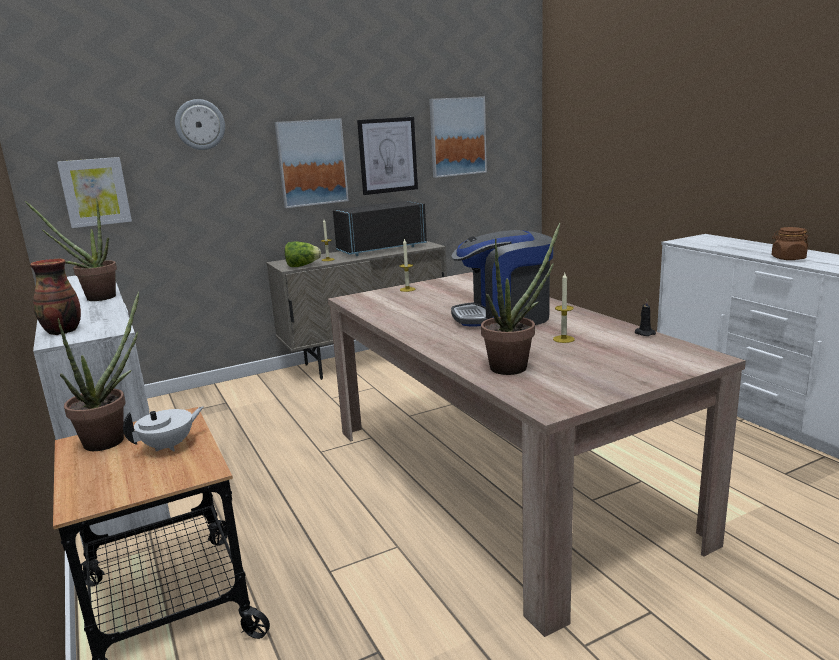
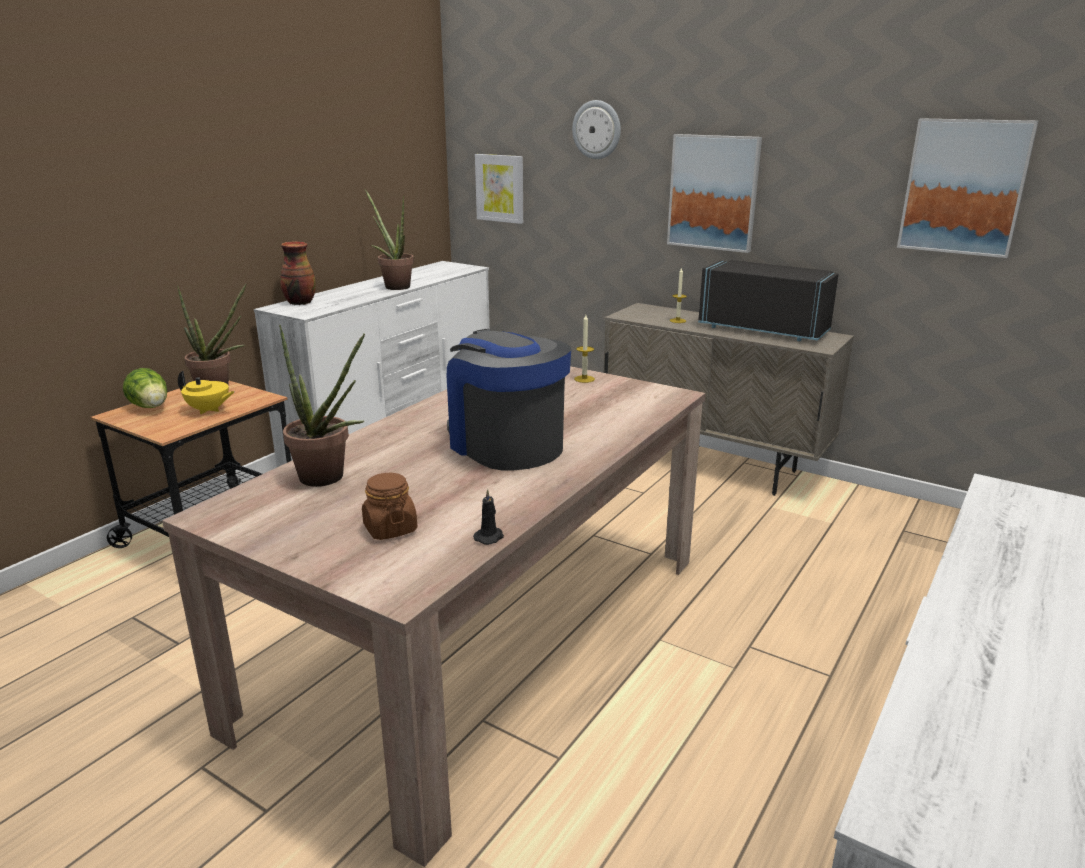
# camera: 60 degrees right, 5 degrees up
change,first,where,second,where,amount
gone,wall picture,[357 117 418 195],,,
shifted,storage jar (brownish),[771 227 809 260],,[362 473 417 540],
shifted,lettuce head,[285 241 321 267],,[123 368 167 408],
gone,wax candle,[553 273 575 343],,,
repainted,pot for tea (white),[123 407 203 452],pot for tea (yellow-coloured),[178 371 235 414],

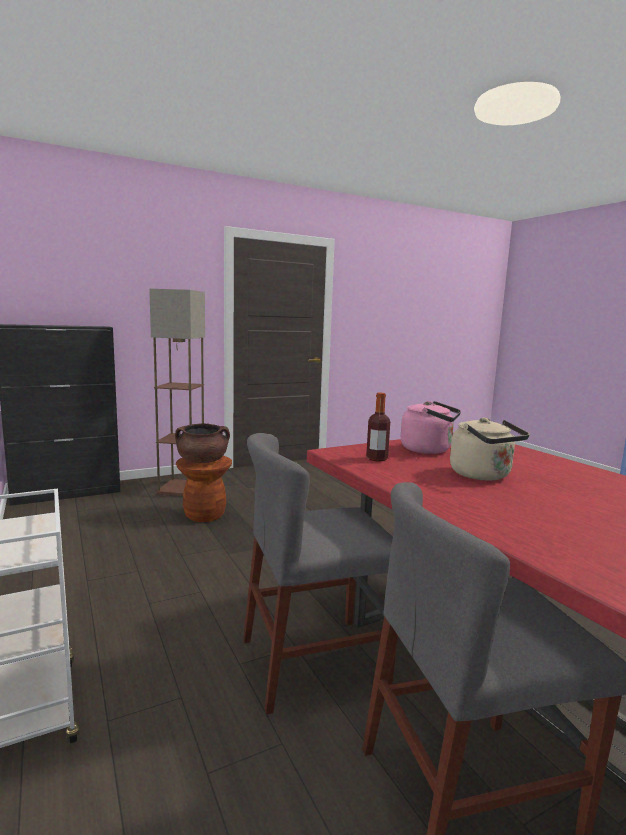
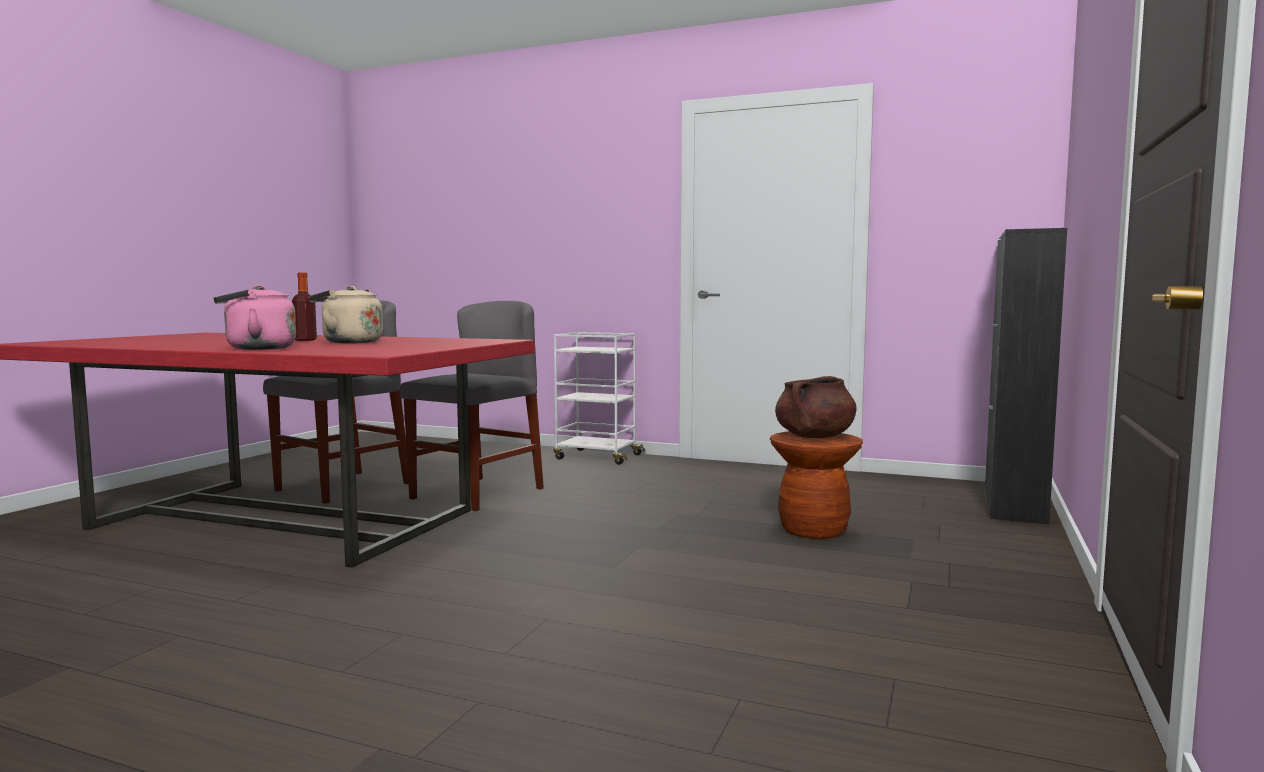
# camera: 140 degrees right, 5 degrees down
change,first,where,second,where,amount
gone,standing lamp,[149 289 205 496],,,
shifted,bottle,[366 393 390 461],,[292 273 317 341],
shifted,tea kettle (pink),[401 401 461 454],,[214 285 296 350],

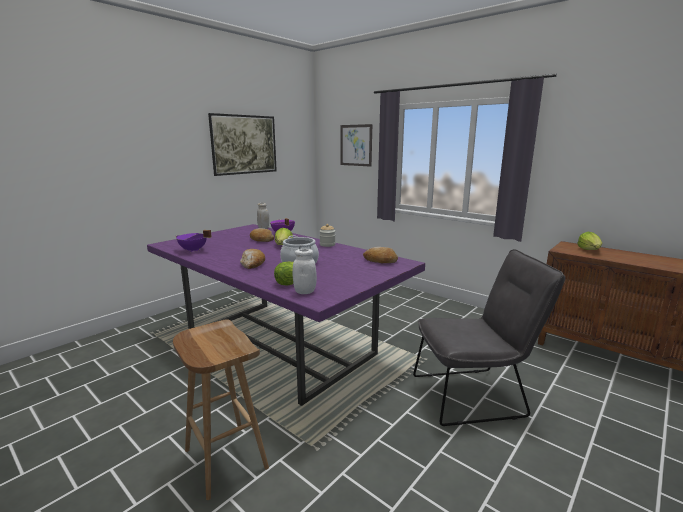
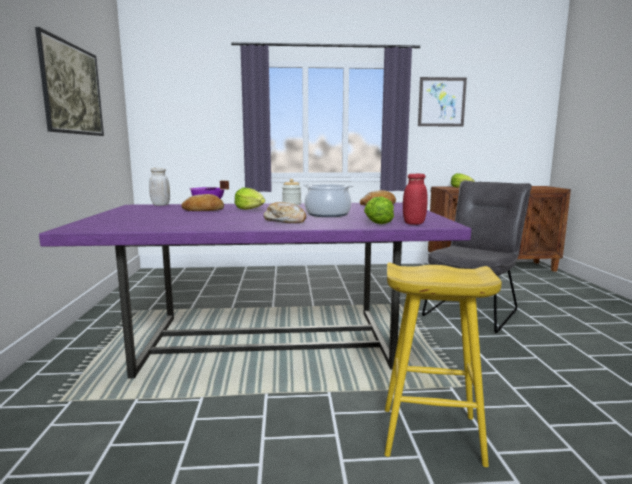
# camera: 45 degrees left, 5 degrees down
change,first,where,second,where,amount
shifted,wall picture,[341 124 372 167],,[418 77 467 126],
gone,stockpot (purplish),[175 230 212 252],,,
repainted,storage jar (white),[293 249 317 294],storage jar (red-coloured),[403 174 427 225],
repainted,sitting stool (brownish),[173 319 269 500],sitting stool (yellow-coloured),[384 262 502 467],

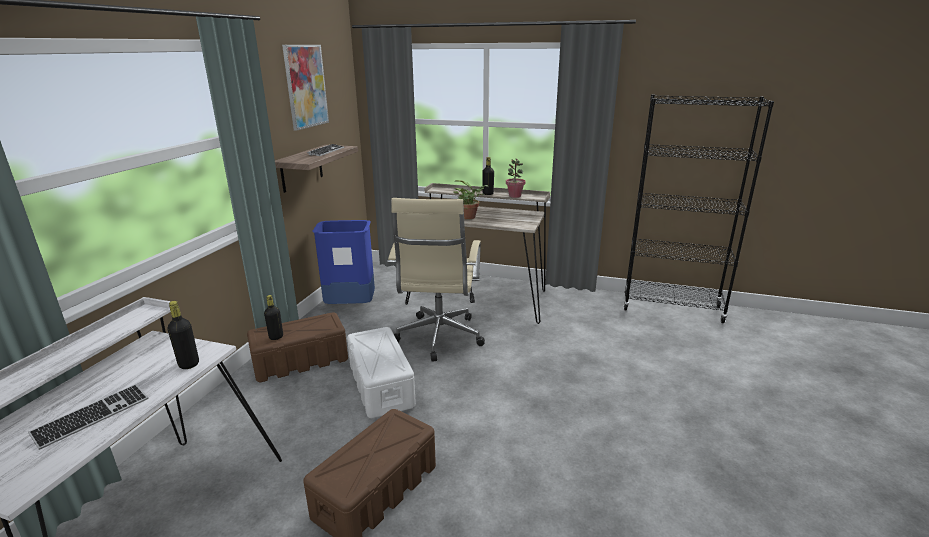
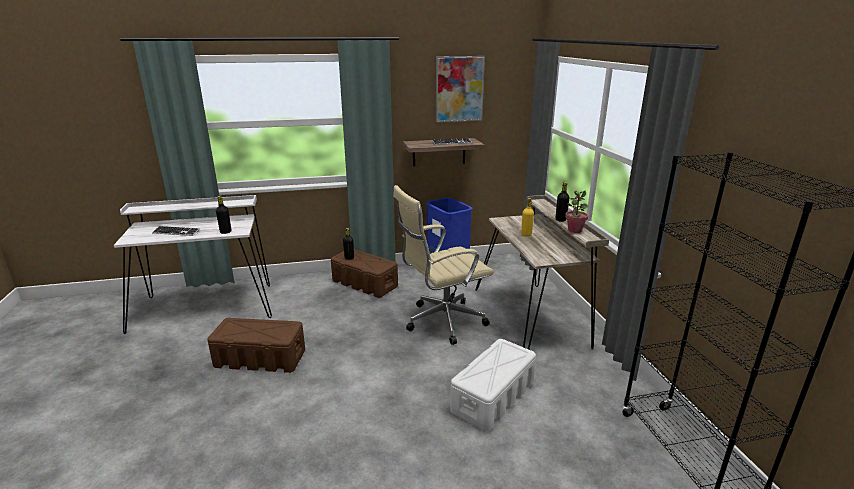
# camera: 60 degrees right, 0 degrees up
change,first,where,second,where,amount
swapped,houseplant,[453 180 488 219],bottle (yellow-coloured),[521 198 534 237],
shifted,storage container (white),[347 327 416 418],,[450 339 536 431],

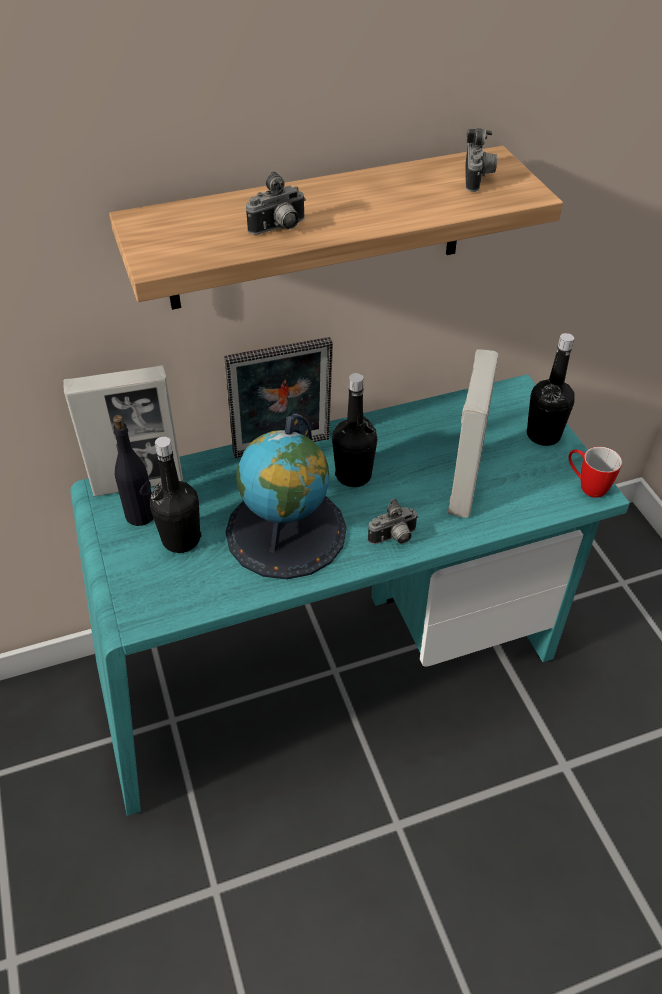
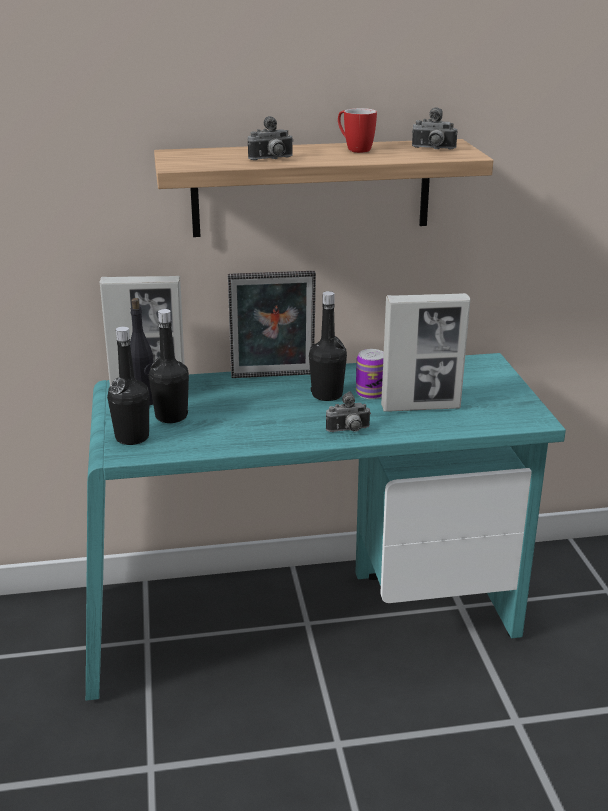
# camera: 10 degrees right, 20 degrees down
change,first,where,second,where,amount
rotated,still camera,[465 128 497 192],,[412 108 457 150],90 degrees clockwise
shifted,bottle (black-coloured),[527 333 575 446],,[107 327 150 445],
rotated,photo frame,[448 349 499 518],,[381 293 470 412],60 degrees clockwise
gone,desk globe,[225 414 347 579],,,
shifted,coffee mug,[568 447 622 498],,[338 108 377 153],
new,,,sealed can,[356 349 384 399],

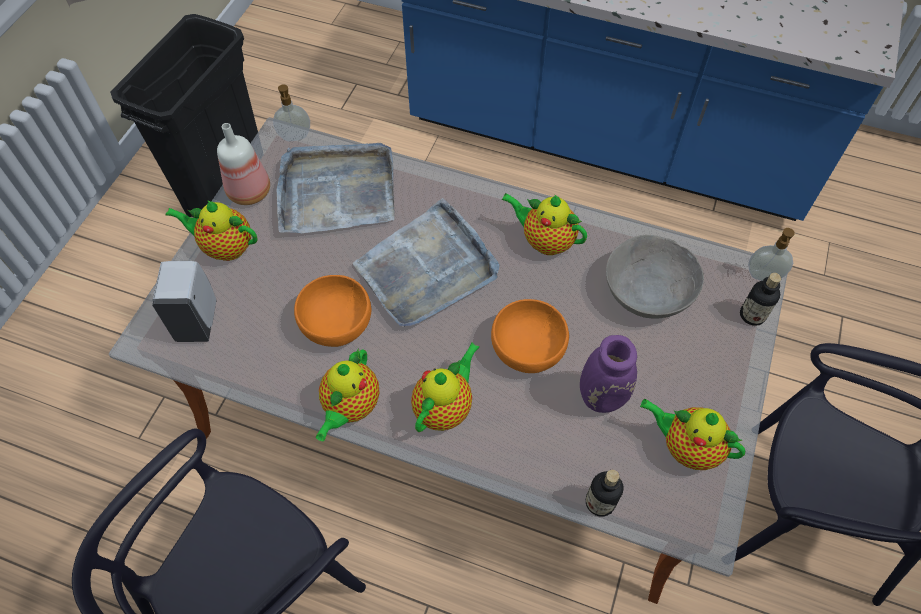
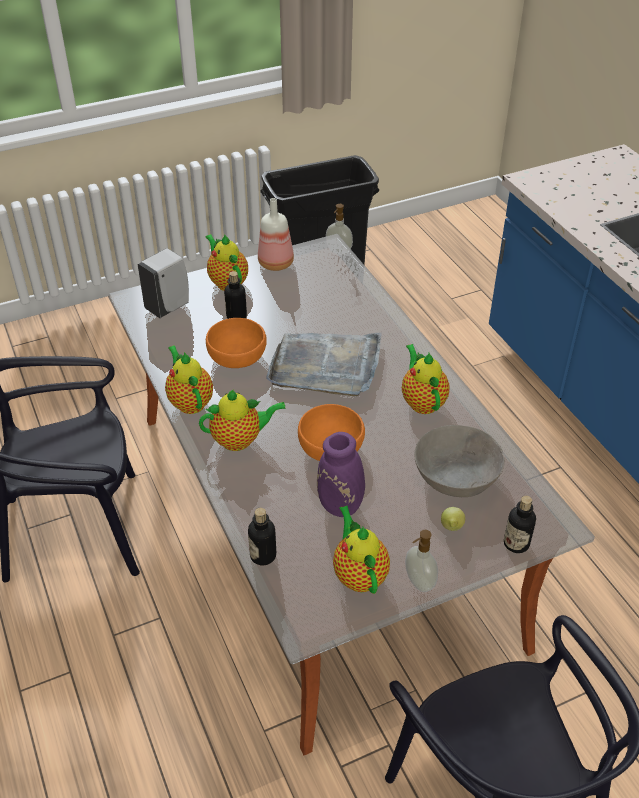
# camera: 45 degrees right, 15 degrees down
change,first,where,second,where,amount
gone,tray (gray),[277 143 395 233],,,
shifted,soap dispenser,[748 228 795 281],,[405 530 438 592],
rotated,pot for tea,[316 348 379 441],,[165 345 213 414],90 degrees clockwise
new,,,bottle,[224 271 247 319],
new,,,whole lemon,[441 507 465 531],

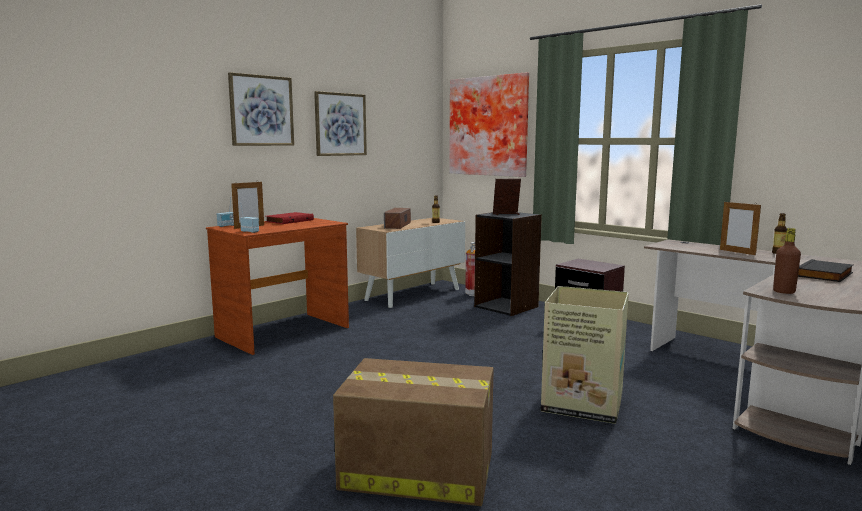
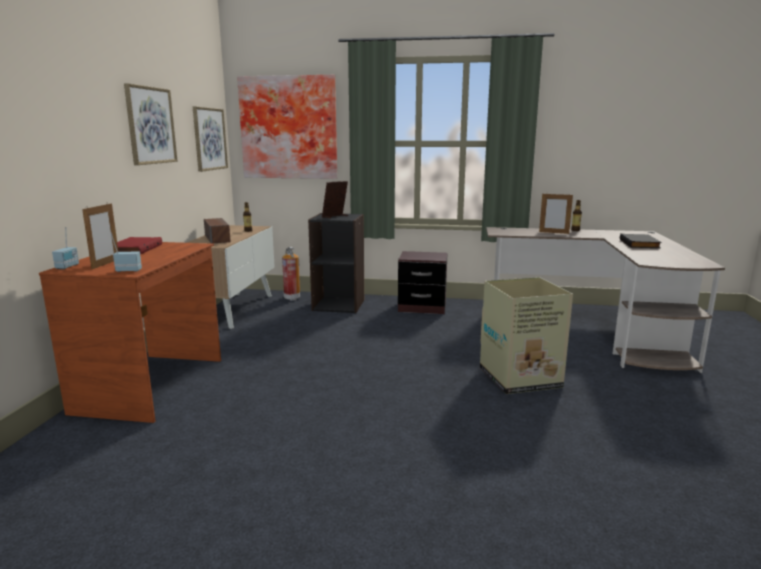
# camera: 35 degrees left, 5 degrees up
change,first,where,second,where,amount
shifted,wall picture,[228 72 294 146],,[193 107 228 172],
gone,bottle (brownish),[773 228 801 294],,,
gone,carton,[333 358 494 506],,,

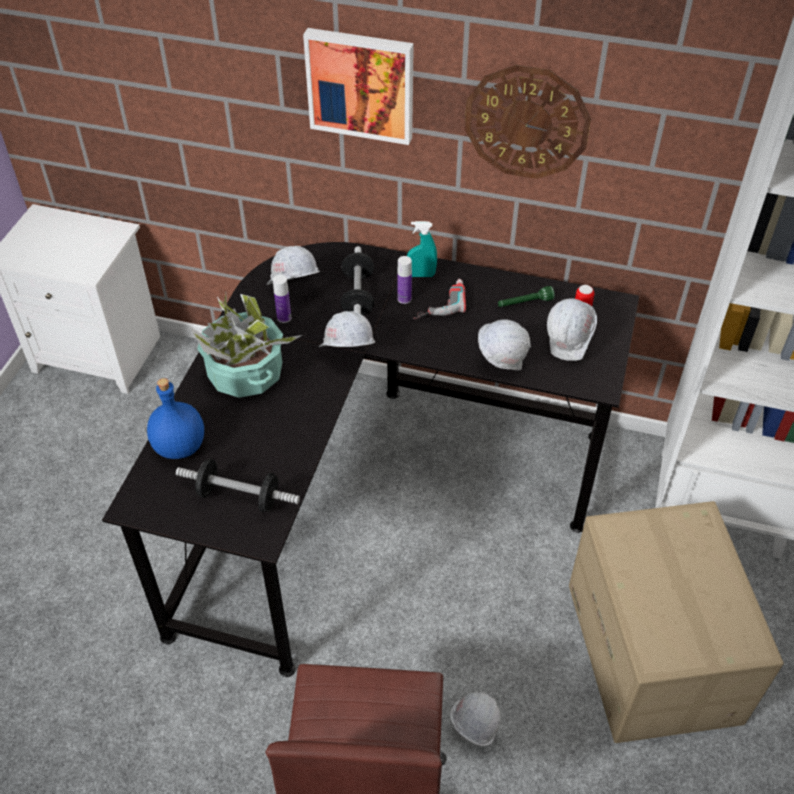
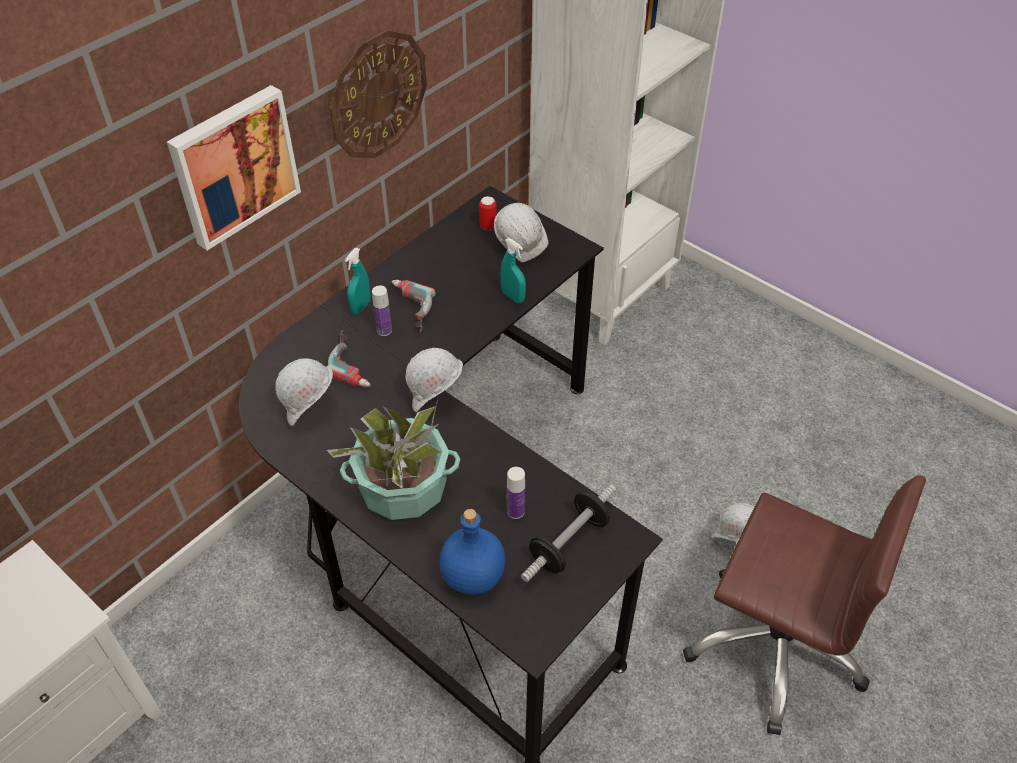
# camera: 65 degrees left, 0 degrees up
change,first,where,second,where,amount
swapped,dumbbell,[340 246 374 316],electric drill,[327 330 370 387],
shifted,bottle,[273 275 291 323],,[507 467 525 519],
gone,flashlight (greenish),[498 286 555 307],,,
swapped,safety helmet (white),[478 319 531 370],spray bottle (turquoise-coloured),[500 238 526 303],
gone,carton,[569 501 784 743],,,

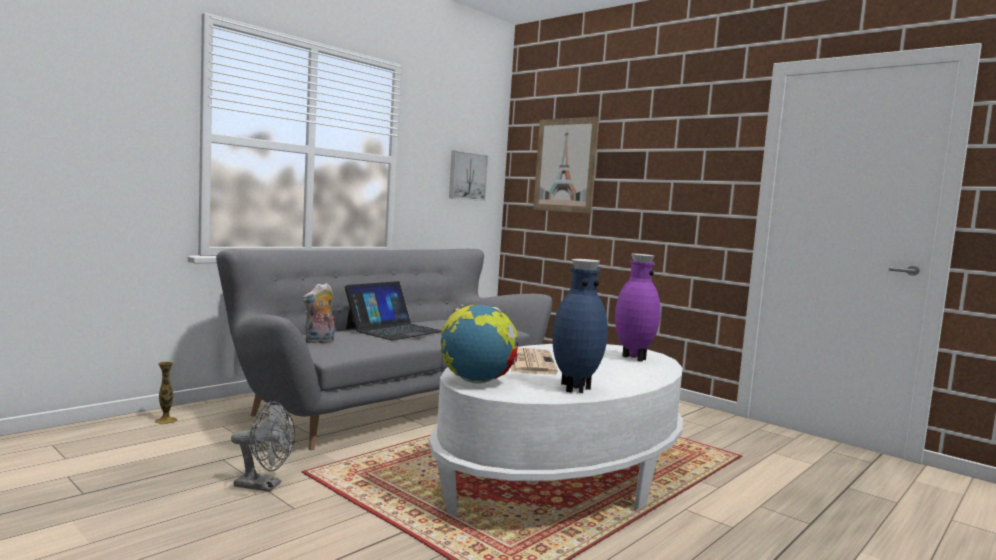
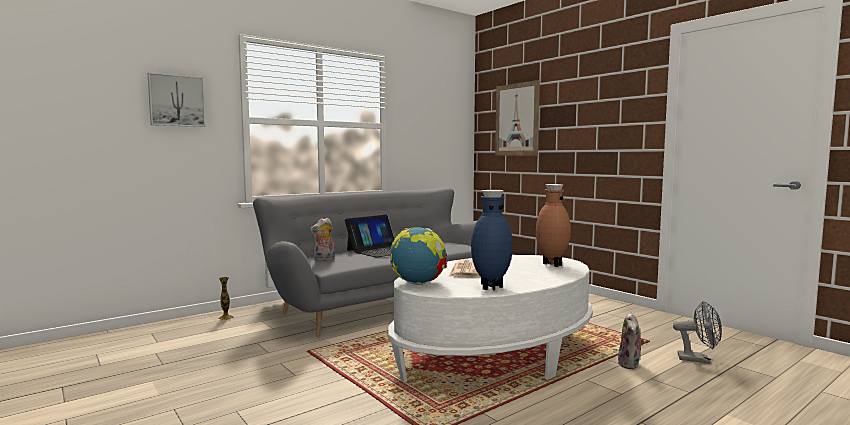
# camera: 10 degrees right, 0 degrees up
change,first,where,second,where,amount
shifted,wall picture,[449 150 488 201],,[148 73 206 127],
repainted,vase (purplish),[615 253 660 361],vase (brownish),[536 184 571 267],
shifted,cooling fan (gray),[231 401 295 492],,[673 301 722 364],
new,,,plush toy,[618 312 644 369],

